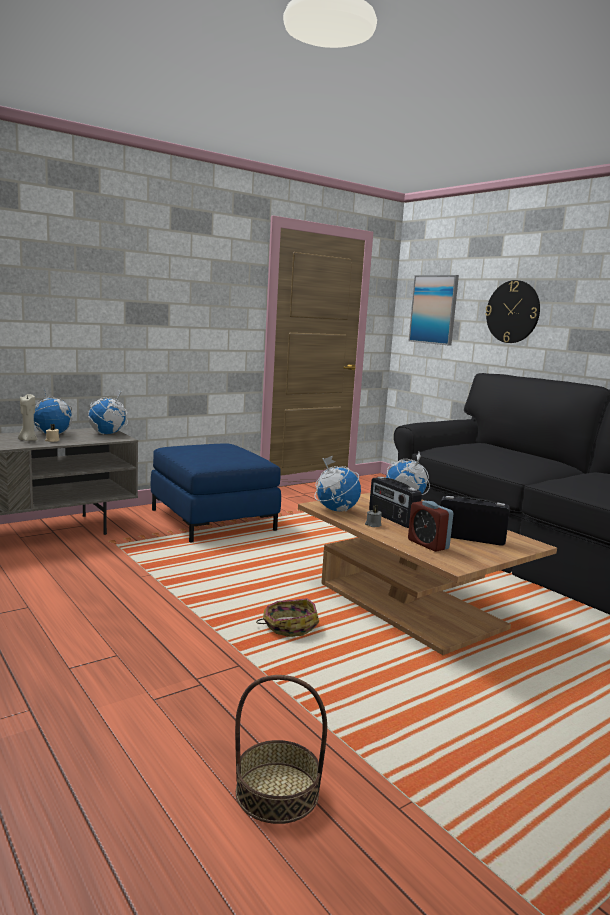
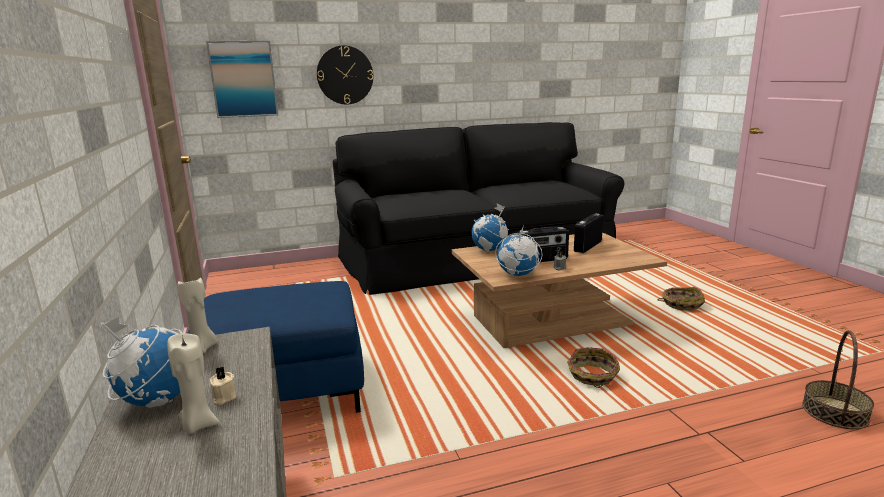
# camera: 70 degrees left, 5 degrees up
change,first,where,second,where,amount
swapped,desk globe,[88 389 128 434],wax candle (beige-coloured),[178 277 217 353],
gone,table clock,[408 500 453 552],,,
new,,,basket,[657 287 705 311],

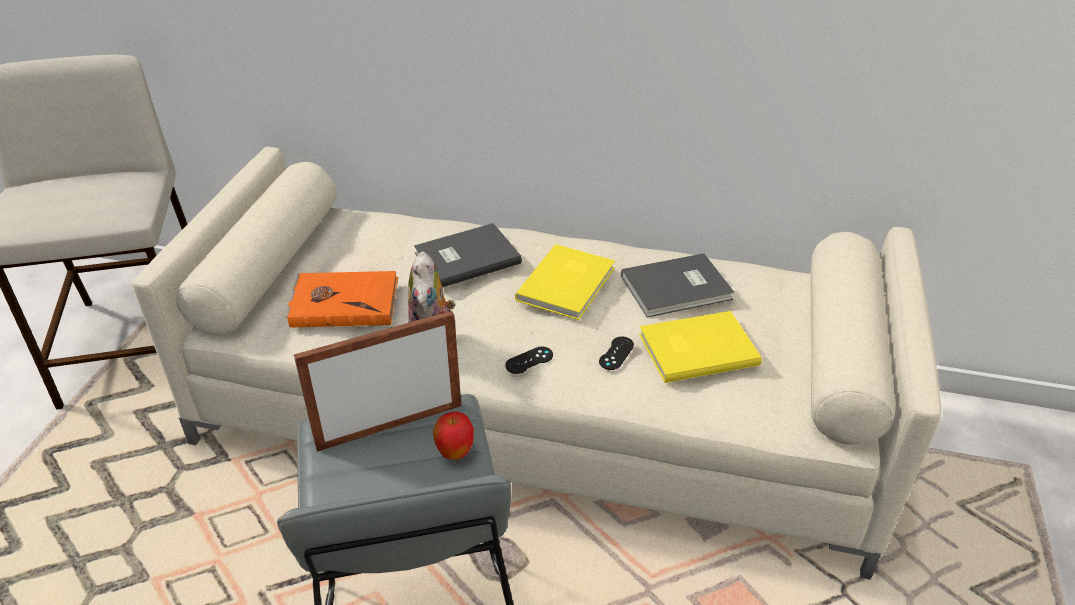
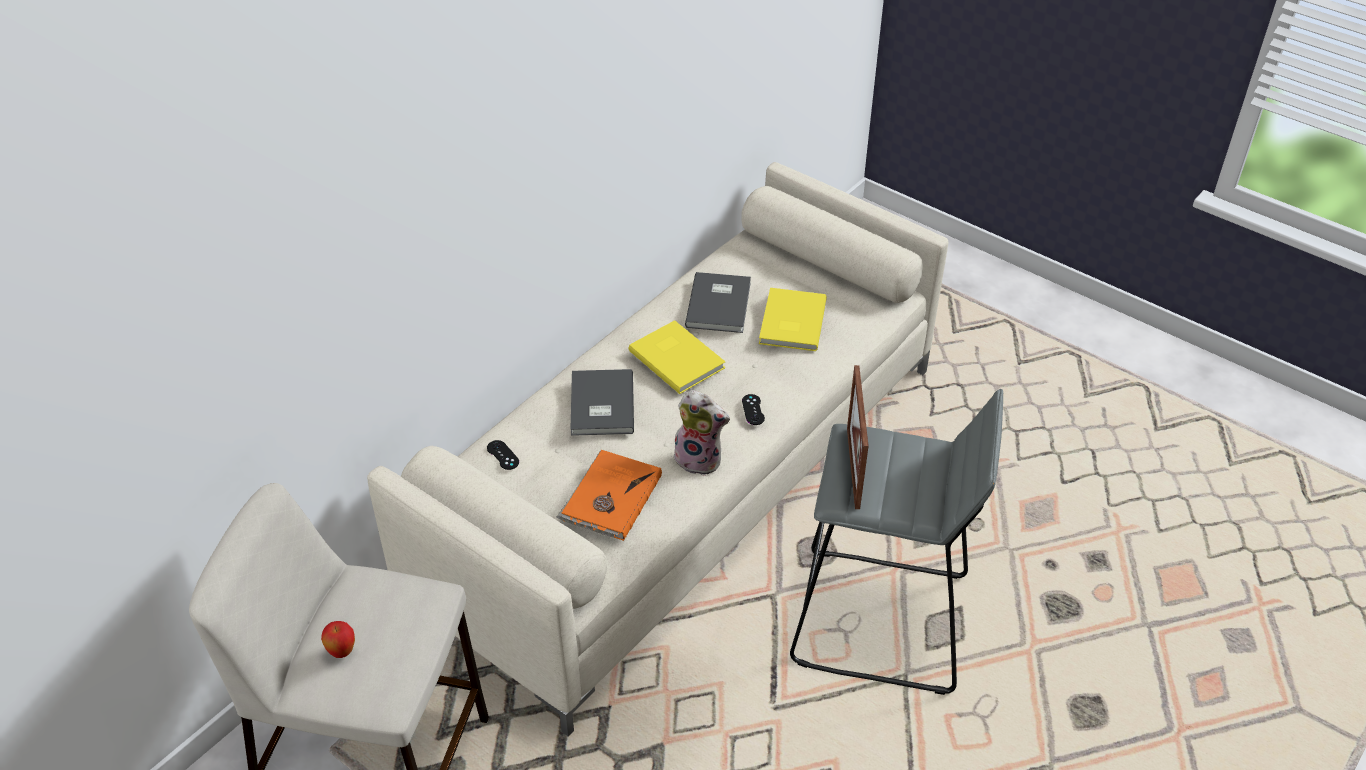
# camera: 65 degrees left, 5 degrees up
change,first,where,second,where,amount
shifted,joypad (black-coloured),[599 337 634 370],,[487 440 519 470],
shifted,whole apple,[433 412 474 460],,[321 621 355 658],

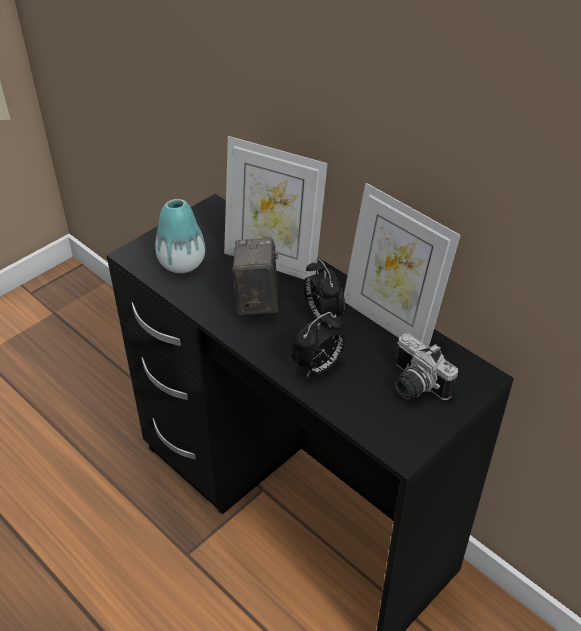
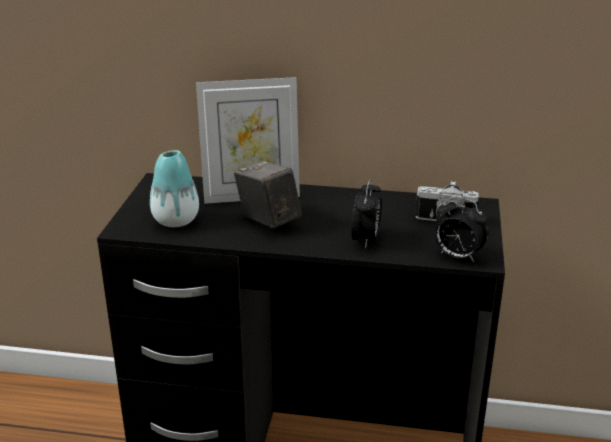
# camera: 35 degrees left, 15 degrees down
change,first,where,second,where,amount
gone,photo frame,[344 183 460 347],,,
shifted,table clock,[304 258 345 319],,[436 196 488 262],

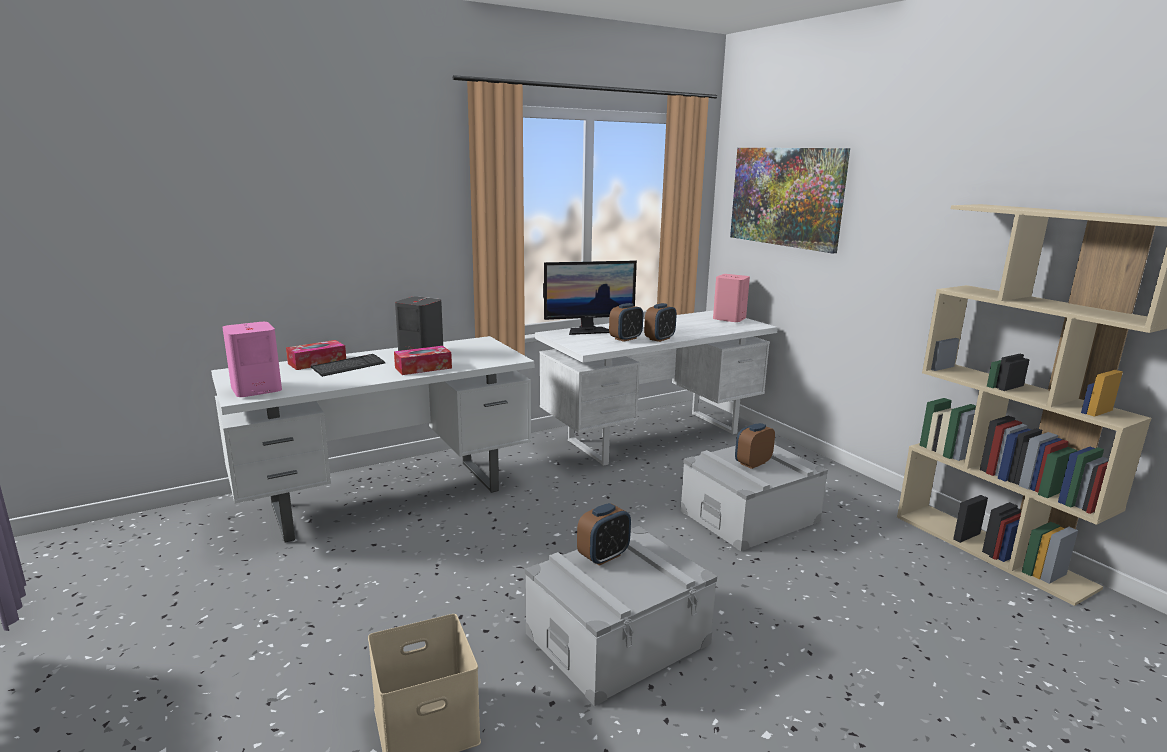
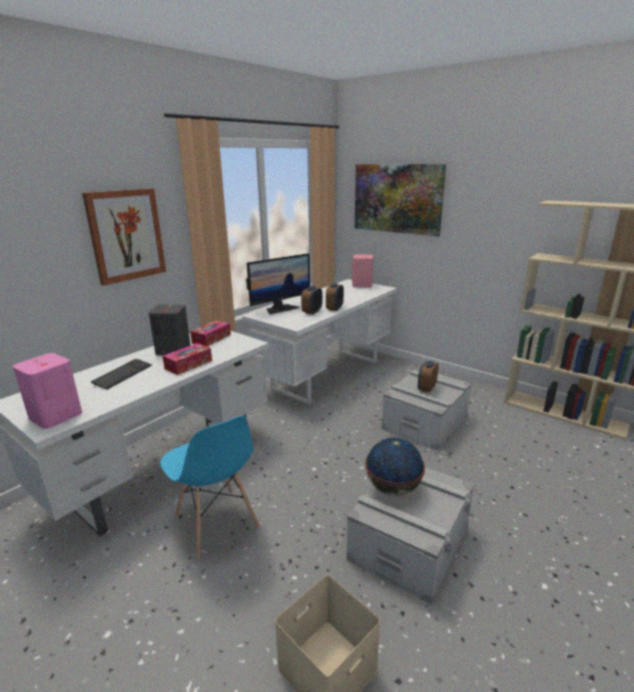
# camera: 20 degrees left, 5 degrees up
change,first,where,second,where,amount
shifted,tissue box,[286 340 346 370],,[190 320 231 346],
swapped,table clock,[577 503 631 566],desk globe,[365 438 425 496],
new,,,wall picture,[82 188 166 286],
new,,,plain chair (blue),[160 416 260 559],

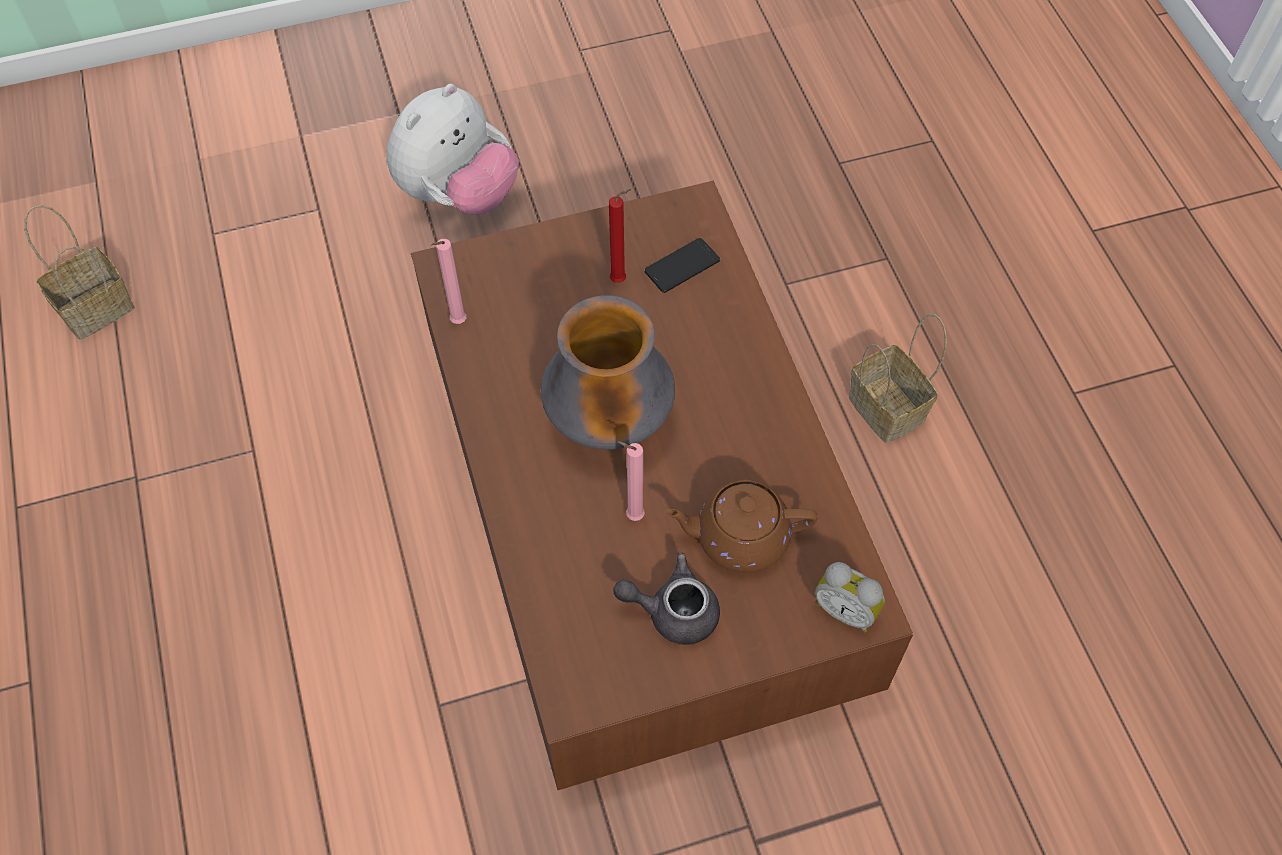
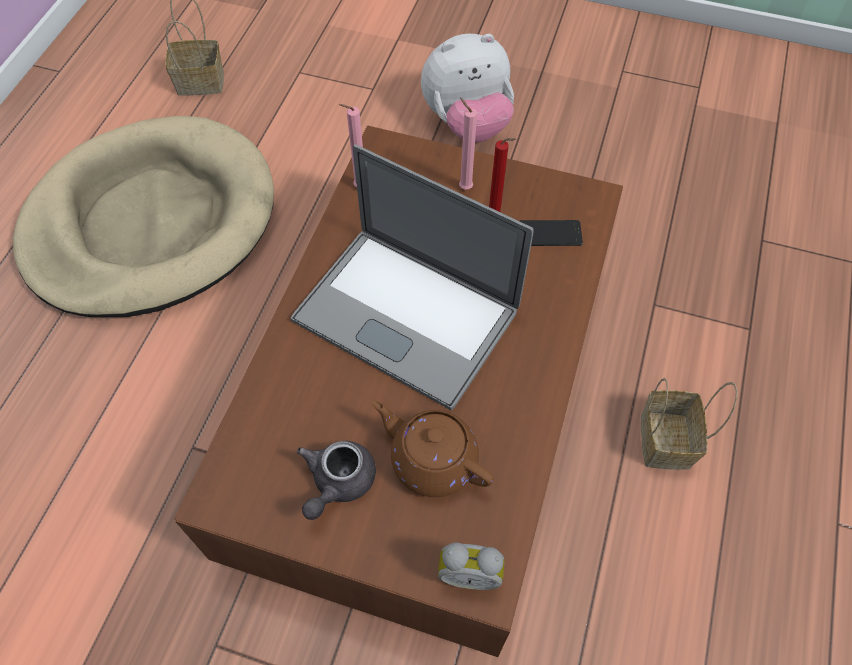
# camera: 35 degrees right, 0 degrees up
change,first,where,second,where,amount
swapped,vase,[541 295 675 449],laptop,[291 144 534 410],
shifted,wax candle (pink),[618 441 645 521],,[459 97 477 189],
rotated,pot for tea (gray),[613 552 720 645],,[297 441 376 520],105 degrees counterclockwise
rotated,table clock,[815 562 885 632],,[438 542 504 590],60 degrees counterclockwise
new,,,dog cushion (beige-coloured),[13 116 274 317],

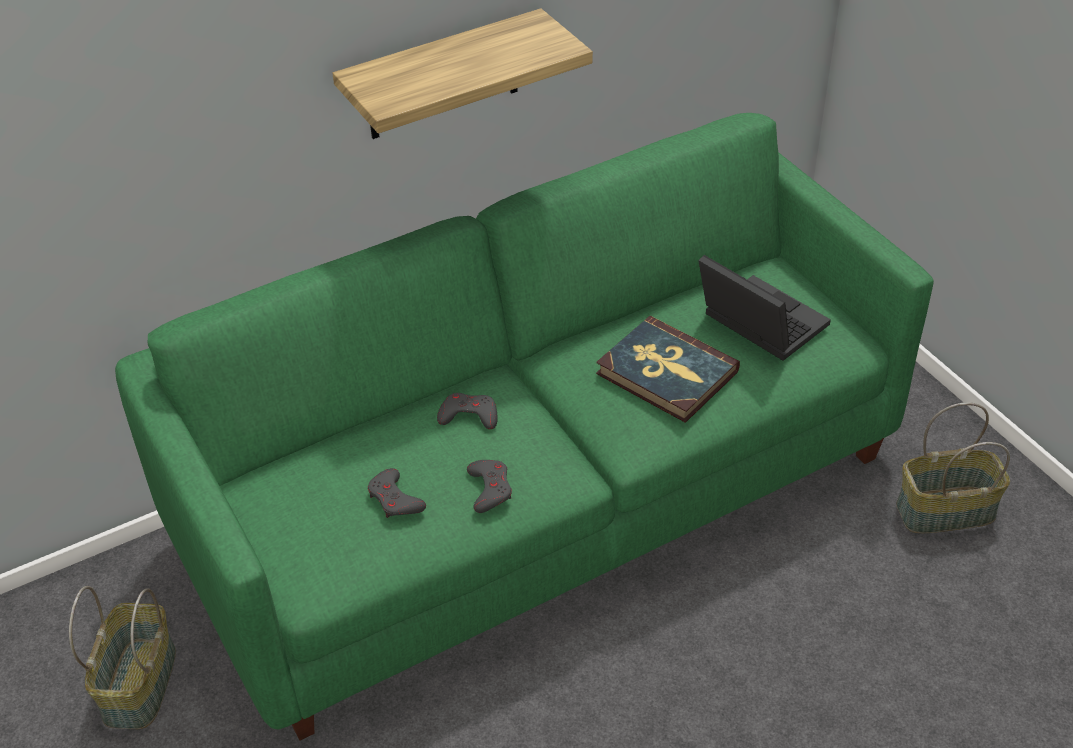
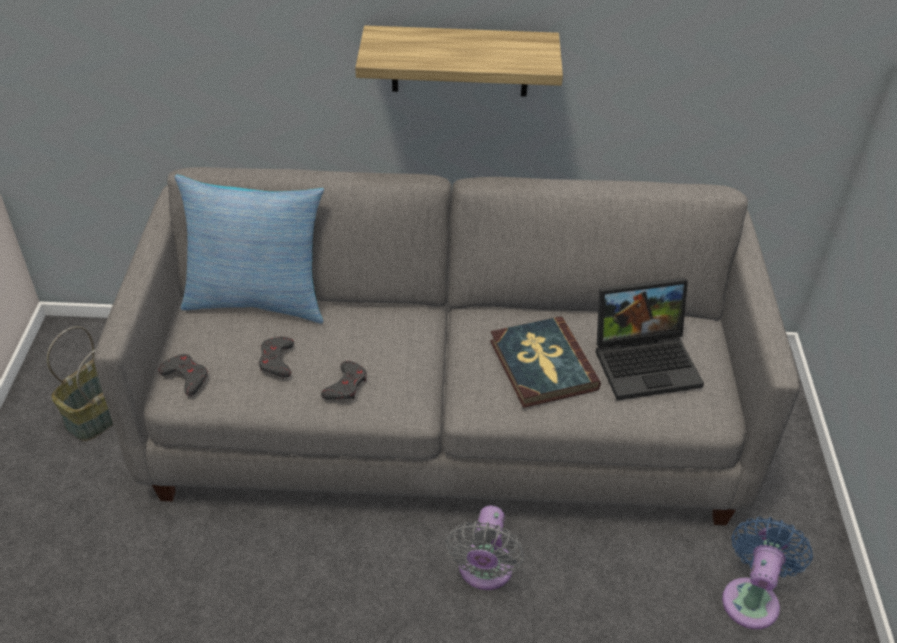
# camera: 30 degrees right, 0 degrees up
change,first,where,second,where,amount
repainted,settee (greenish),[115 113 934 740],settee (gray),[94 167 800 525],
rotated,laptop,[698 255 831 361],,[596 277 704 400],90 degrees clockwise
shifted,joypad (gray),[437 393 498 429],,[158 354 208 396],
swapped,basket,[896 402 1010 533],cooling fan (blue),[722 517 813 629],
new,,,pillow,[175 175 324 323],
new,,,cooling fan (gray),[446 506 524 590],

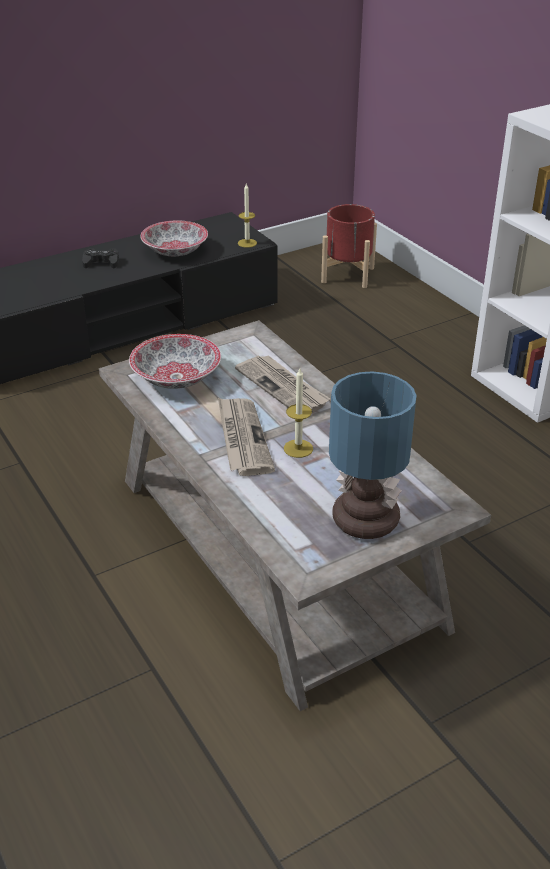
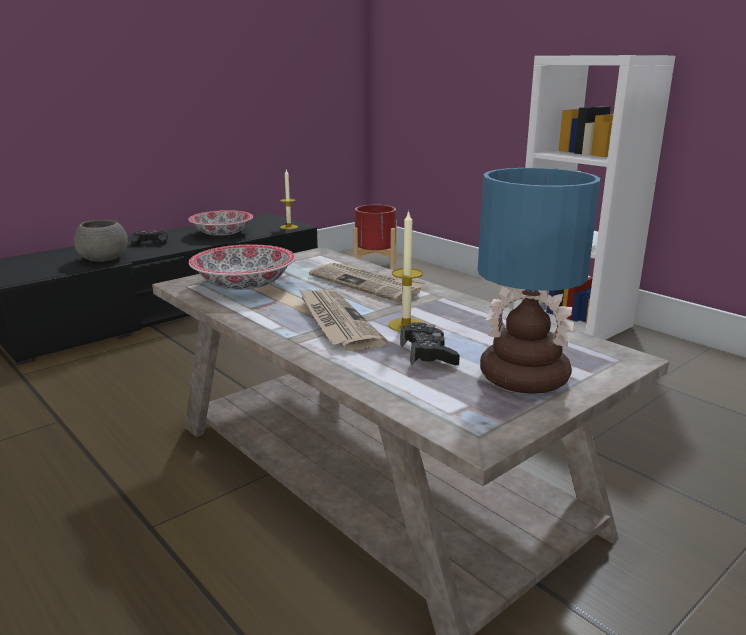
# camera: 10 degrees left, 15 degrees down
change,first,where,second,where,amount
new,,,deep dish (gray),[74 220 128 262],
new,,,joypad (black-coloured),[400 322 460 365],

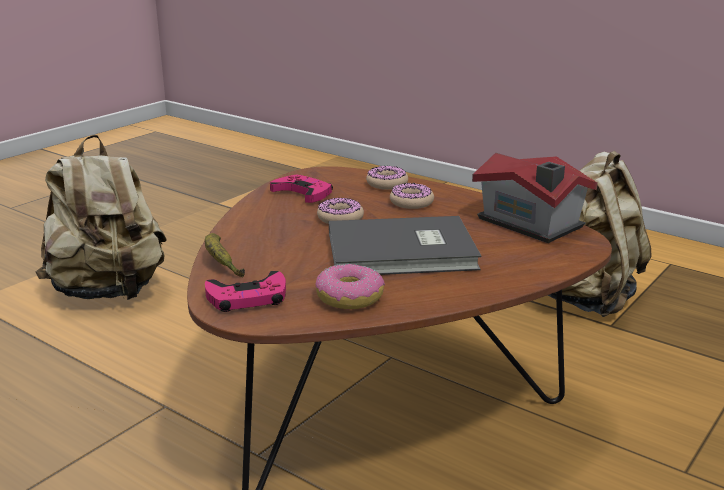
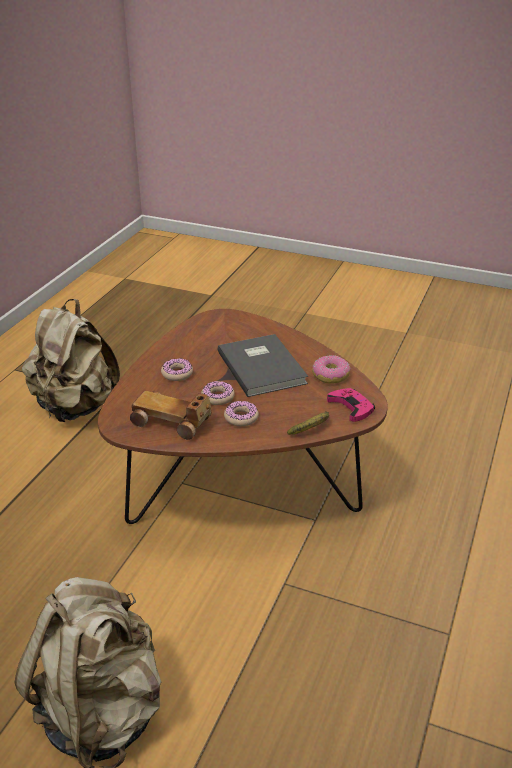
# camera: 105 degrees left, 10 degrees up
change,first,where,second,where,amount
gone,miniature house,[472 153 598 243],,,
shifted,doughnut,[366 166 408 190],,[224 401 259 426],
swapped,joypad (pink),[270 175 333 203],toy car,[130 391 211 440],

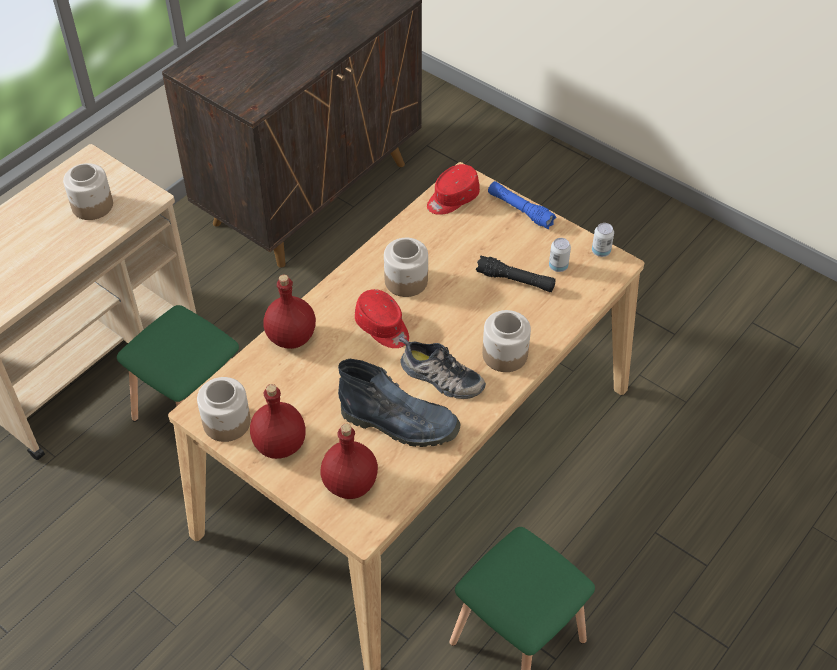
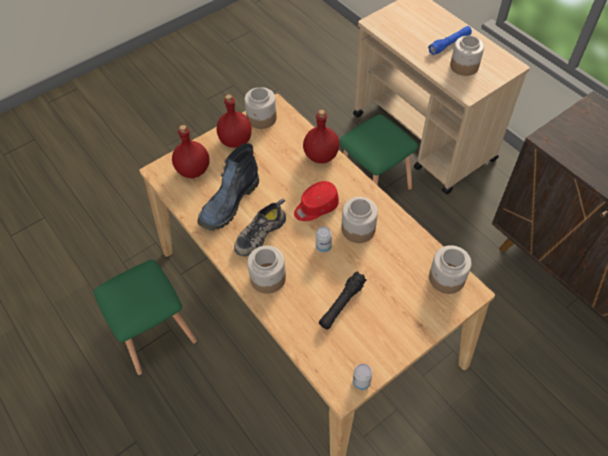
# camera: 105 degrees right, 5 degrees up
change,first,where,second,where,amount
swapped,baseball cap (red-coloured),[427 164 480 215],storage jar,[429 245 472 294],
shifted,flashlight (blue),[488 181 556 229],,[428 26 472 55],
shifted,sealed can,[549 238 571 272],,[316 227 332 252],

